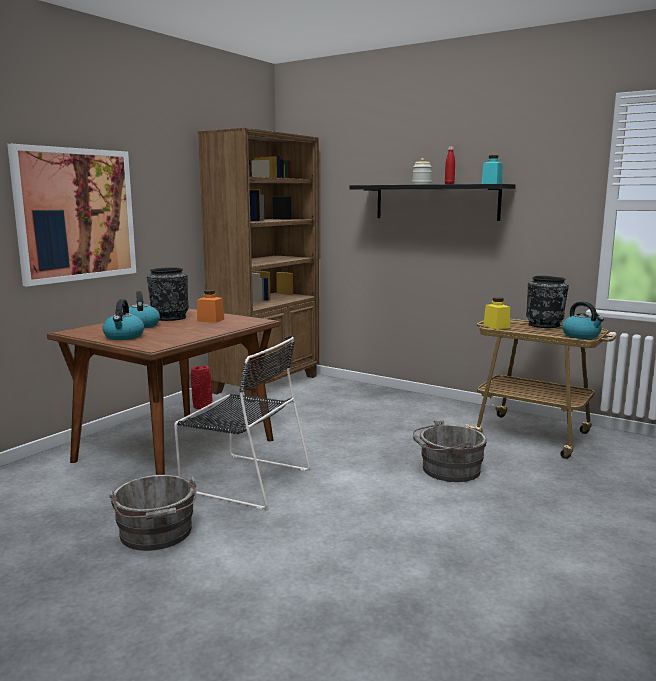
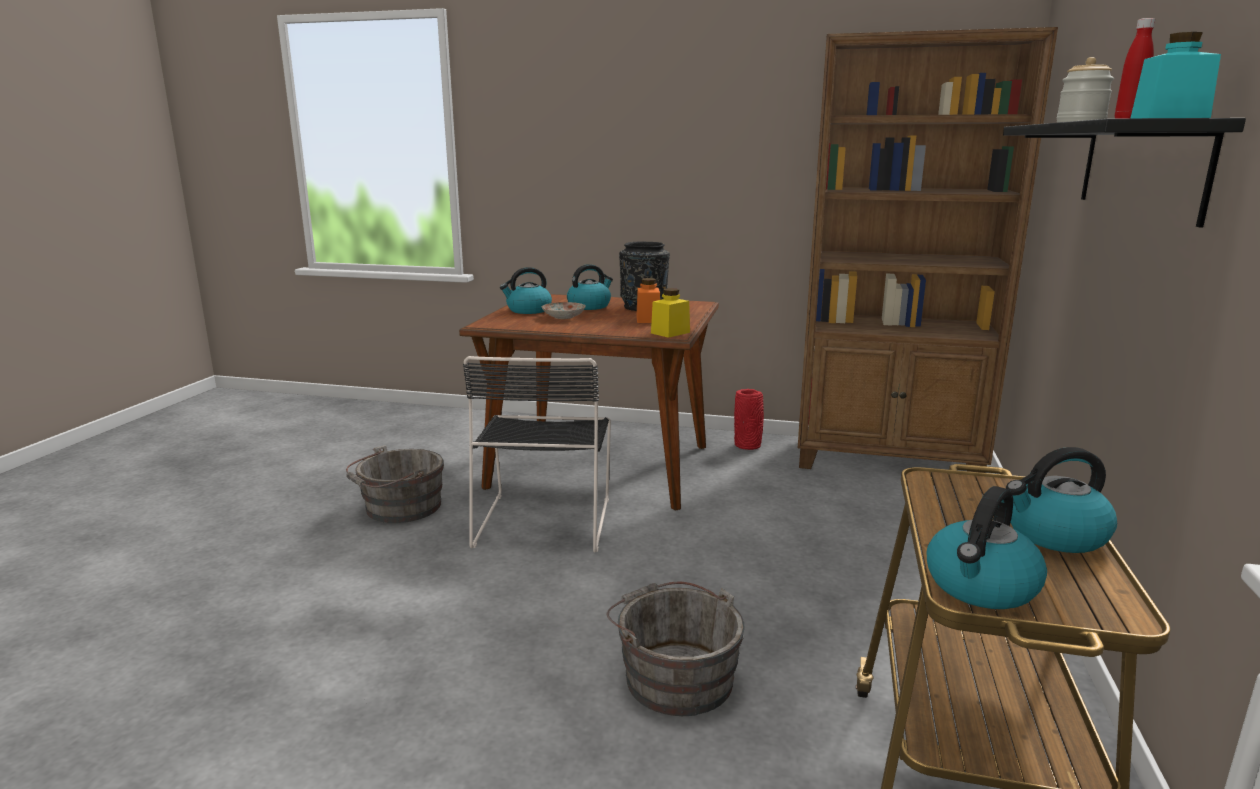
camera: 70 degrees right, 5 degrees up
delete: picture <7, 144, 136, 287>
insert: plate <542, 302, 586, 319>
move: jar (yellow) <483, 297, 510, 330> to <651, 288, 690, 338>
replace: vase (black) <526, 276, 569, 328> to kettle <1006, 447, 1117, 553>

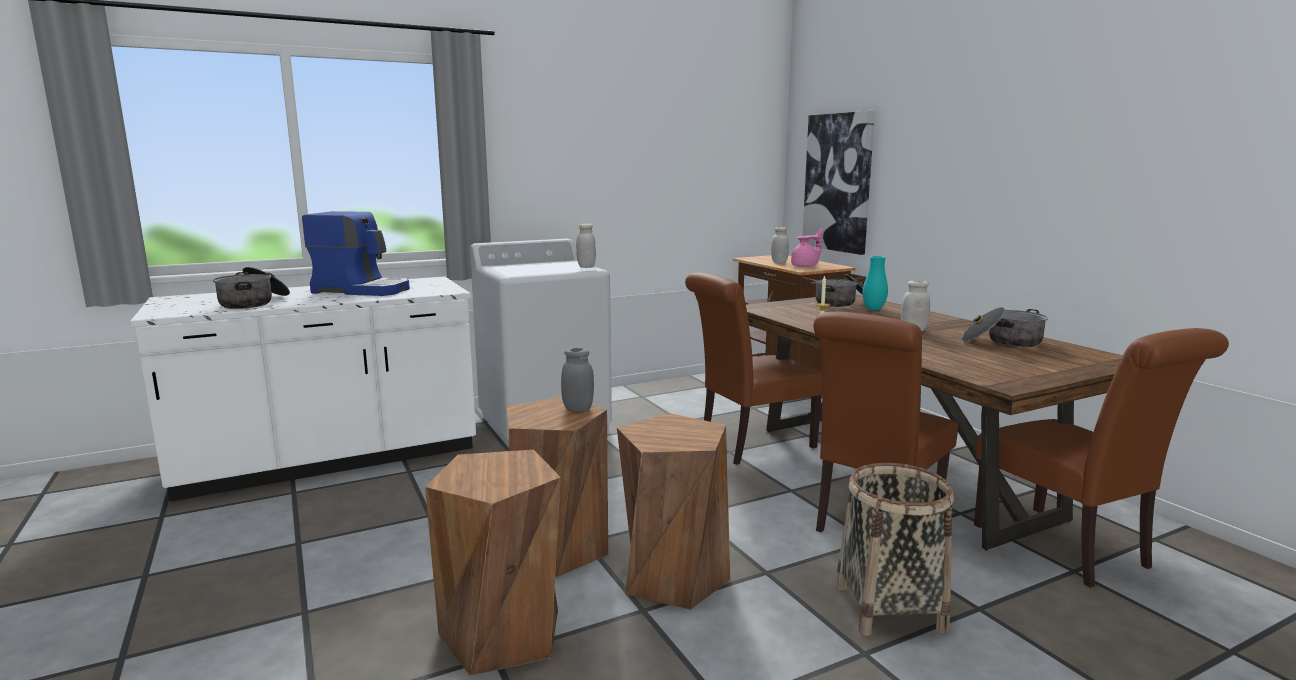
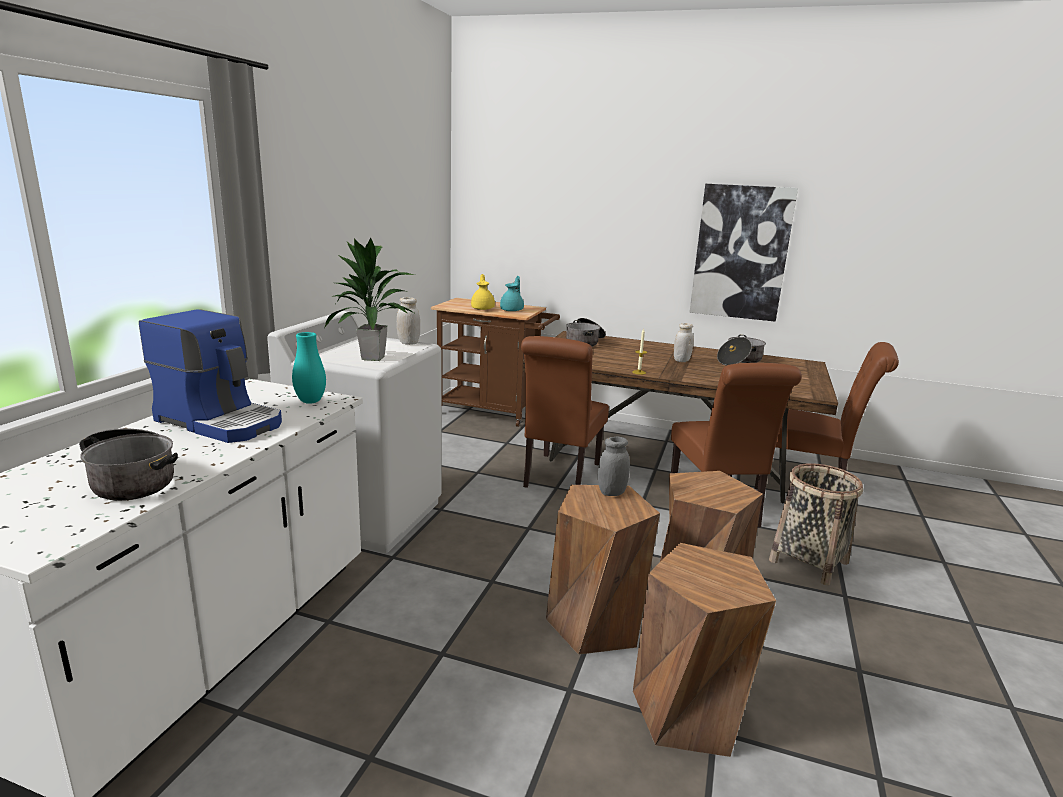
camera: 45 degrees left, 5 degrees up
insert: potted plant <324, 237, 416, 361>
move: picture <803, 111, 875, 255> to <689, 184, 798, 322>; vase (turquoise) <863, 256, 888, 310> to <292, 332, 326, 404>
replace: jar (white) <771, 227, 789, 264> to teapot (yellow) <471, 274, 495, 310>
recolor: teapot (pink) <791, 229, 823, 267> to teapot (turquoise) <500, 276, 524, 311>
rotate: coffee machine <302, 211, 410, 296> = <139, 309, 282, 443> 60 degrees clockwise

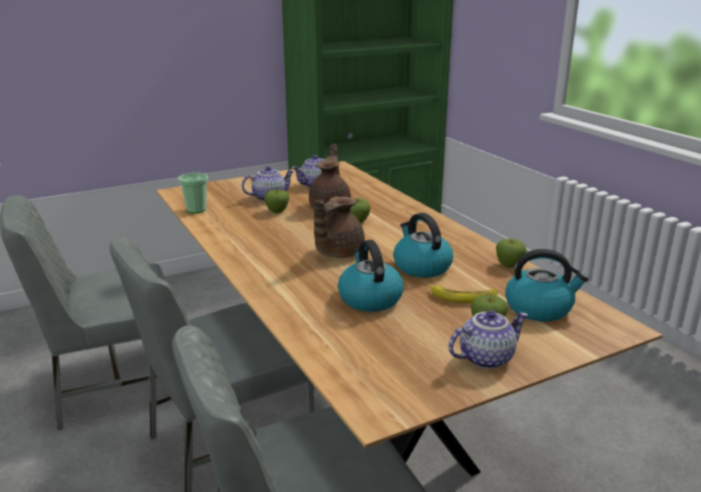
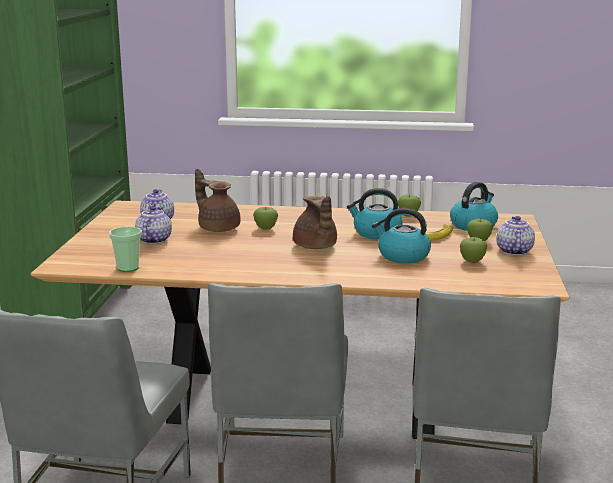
camera: 55 degrees left, 5 degrees down
move: apple <264, 190, 289, 213> to <460, 237, 487, 263>

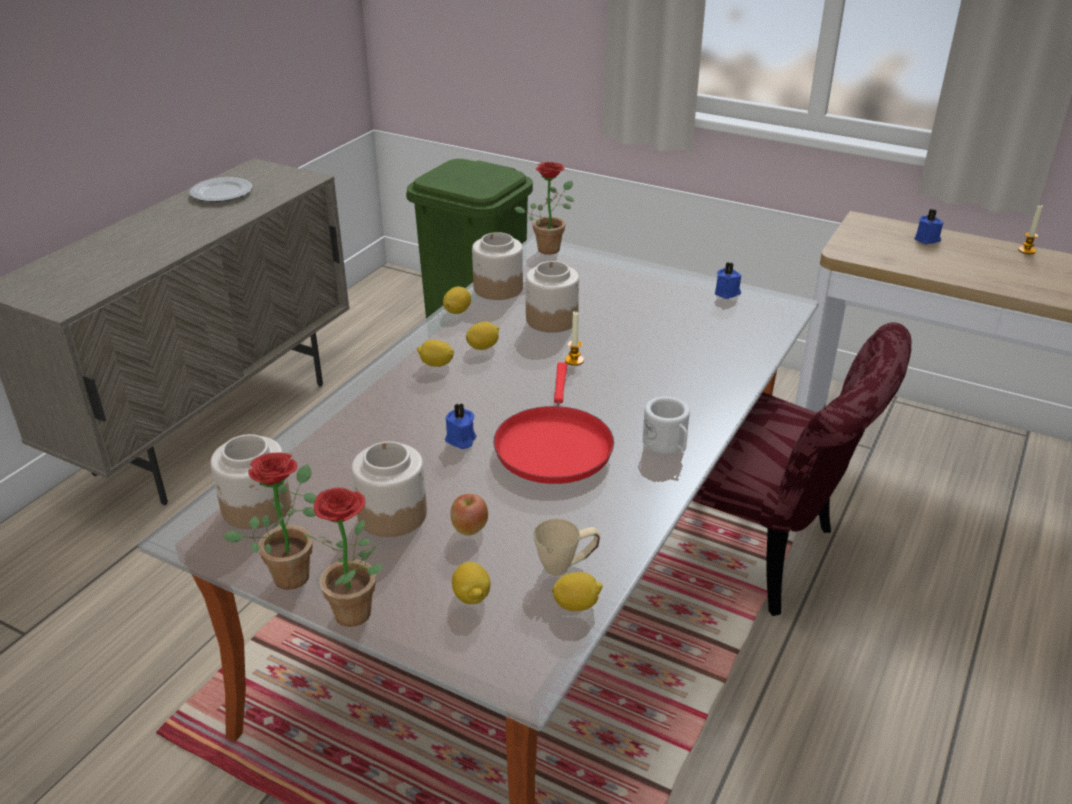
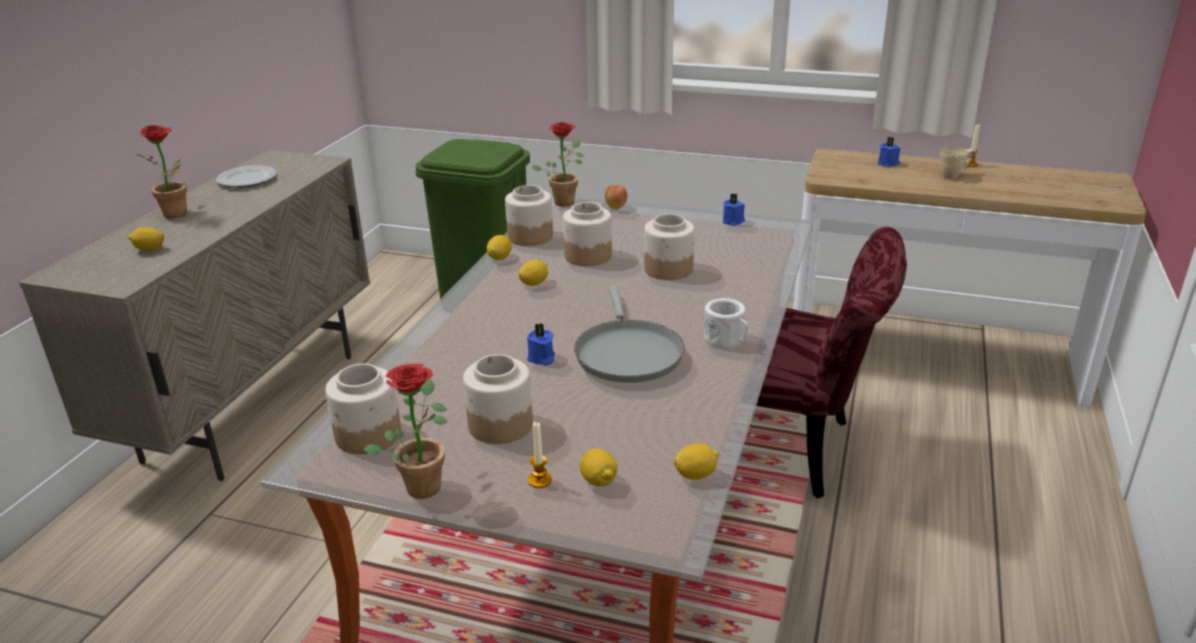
camera: 10 degrees left, 5 degrees down
insert: jar <644, 214, 695, 280>
move: candle <565, 311, 584, 366> to <528, 421, 552, 488>; lemon <417, 340, 454, 367> to <128, 227, 164, 251>; potted plant <303, 488, 383, 627> to <137, 125, 187, 218>; apple <450, 494, 488, 536> to <605, 185, 627, 210>; mug (beige) <534, 519, 601, 576> to <940, 147, 975, 179>
recolor: frying pan (red) <494, 362, 614, 484> to frying pan (grey) <574, 286, 684, 383>

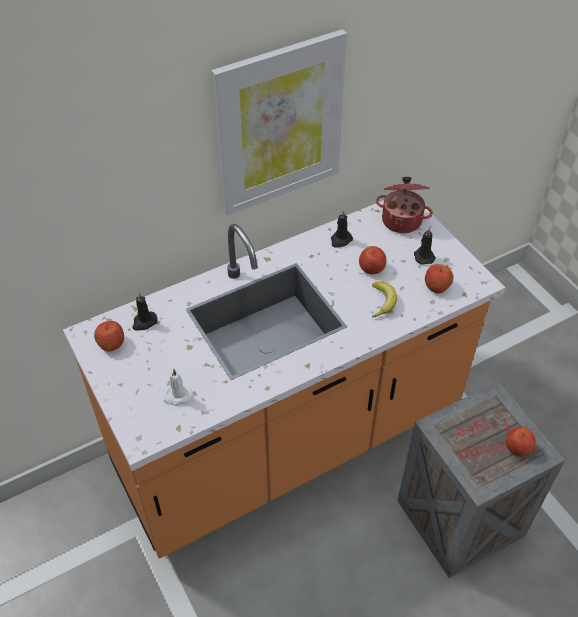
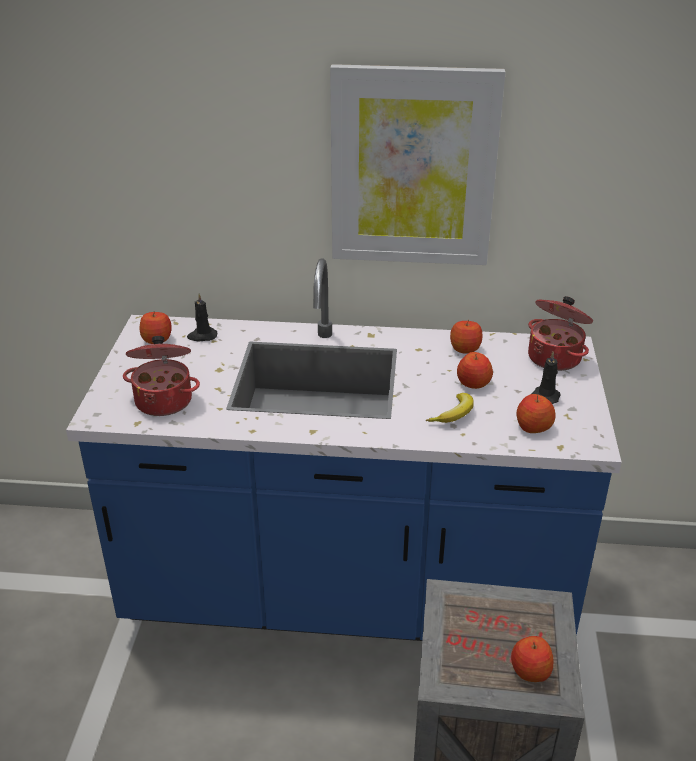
camera: 35 degrees right, 15 degrees down
replace: candle (black) <331, 210, 353, 248> to apple <450, 320, 482, 353>; candle (white) <164, 369, 192, 406> to cooking pot <123, 336, 200, 416>
recolor: counter (orange) <63, 200, 505, 559> to counter (blue) <66, 259, 622, 641>

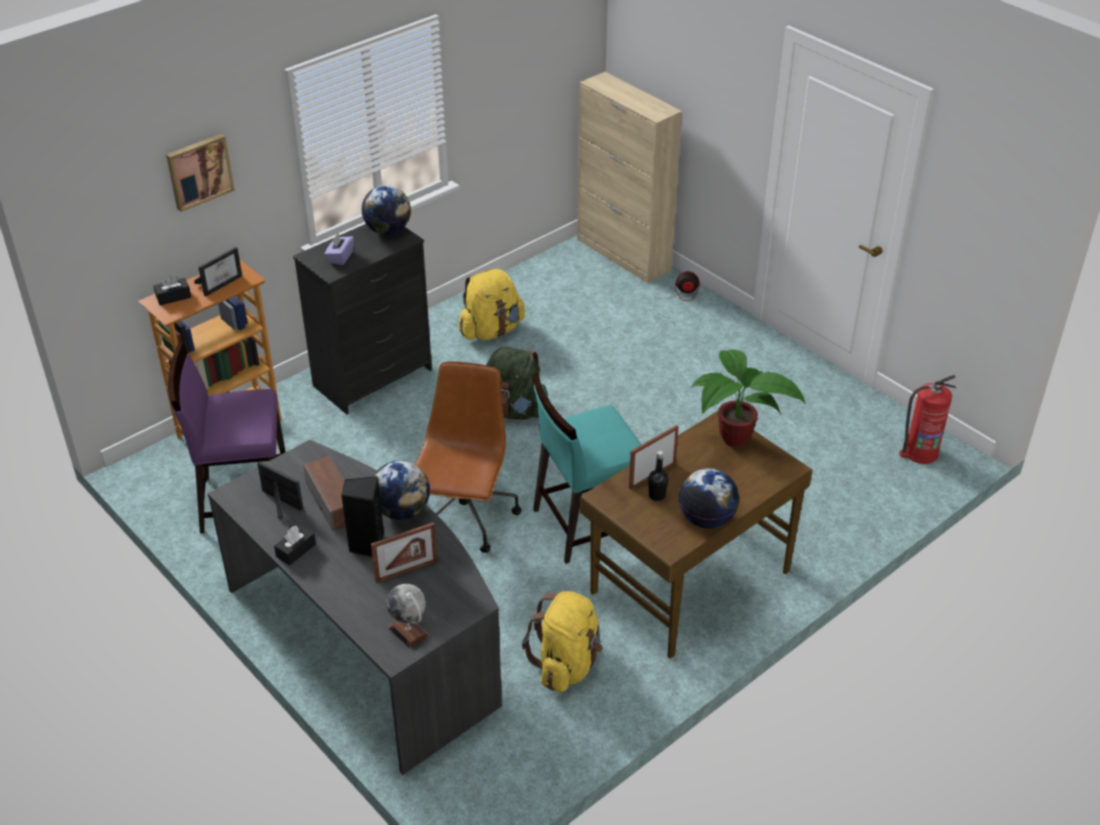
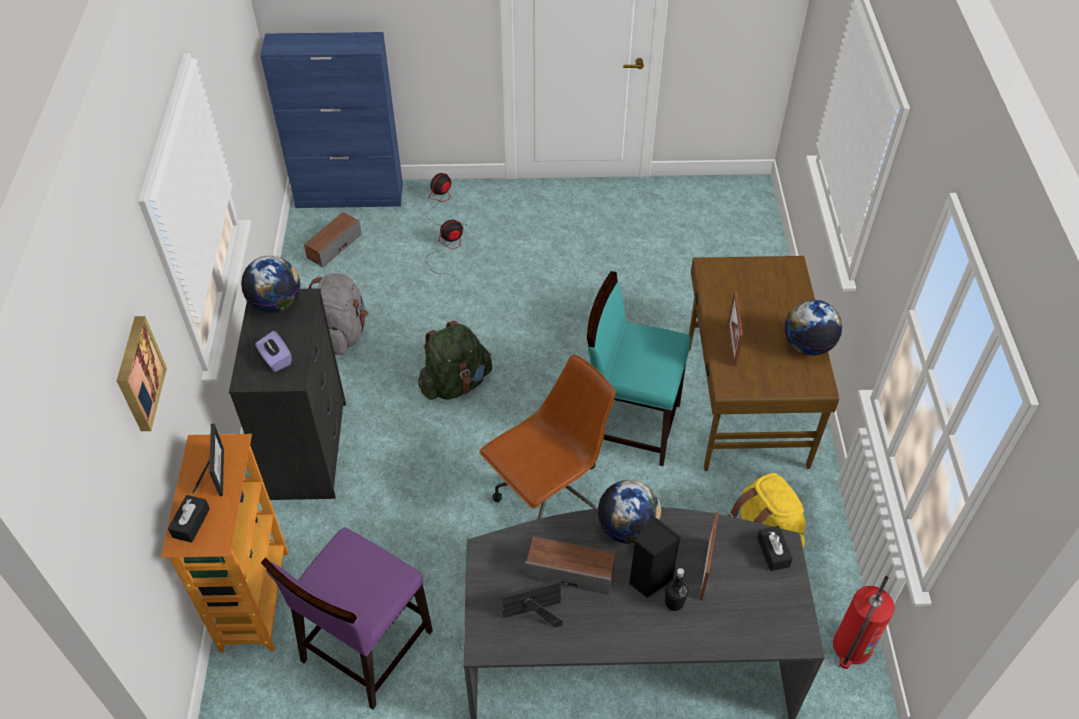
camera: 50 degrees left, 10 degrees up
delete: potted plant <691, 349, 806, 448>; globe <386, 584, 429, 649>
insert: speaker <304, 212, 362, 268>; fan <426, 220, 464, 280>
move: fire extinguisher <899, 375, 957, 464> to <833, 575, 895, 669>; bottle (black) <648, 451, 669, 501> to <665, 568, 688, 611>; tissue box (black) <274, 525, 316, 565> to <757, 526, 793, 571>
recolor: cabinet (beige) <577, 72, 682, 283> to cabinet (blue) <260, 32, 403, 208>; backpack (yellow) <458, 269, 525, 340> to backpack (grey) <308, 273, 369, 355>
rotate: office chair (brown) <415, 361, 522, 553> = <479, 355, 615, 519> 90 degrees clockwise; chair (turquoise) <532, 373, 641, 564> = <587, 271, 691, 466> 90 degrees clockwise

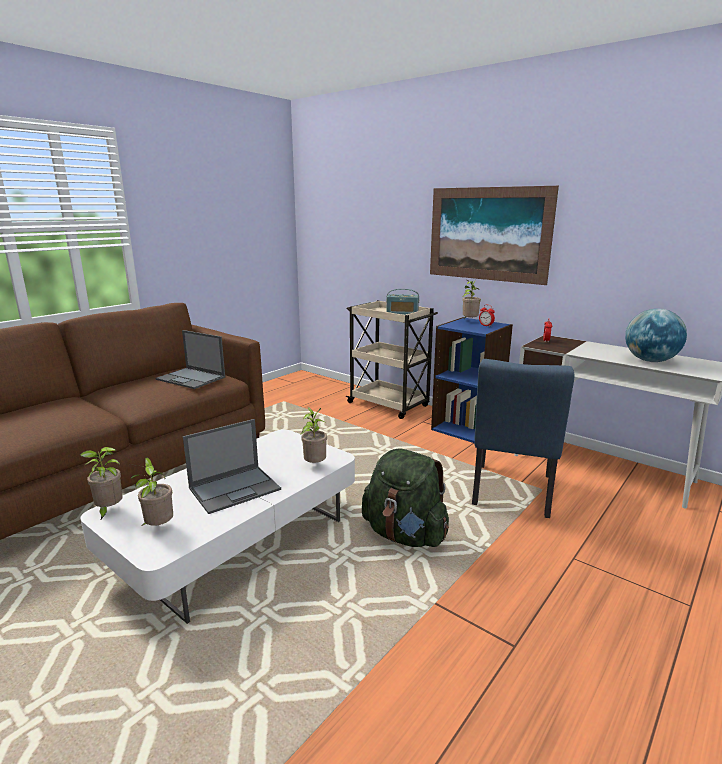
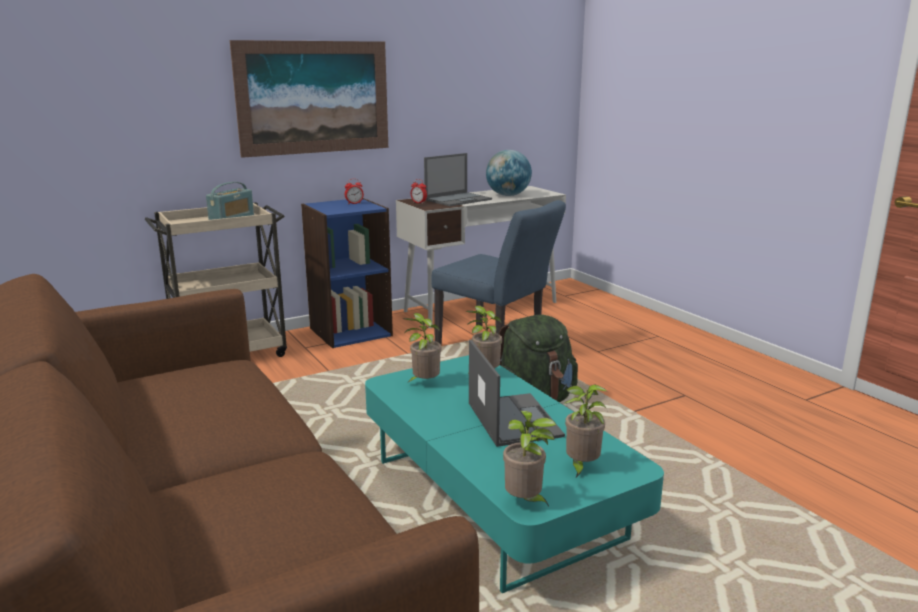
camera: 70 degrees left, 0 degrees up
move: potted plant <462, 280, 481, 319> to <403, 313, 441, 384>; laptop <155, 330, 225, 389> to <424, 153, 492, 206>
recolor: coffee table (white) <80, 429, 355, 624> to coffee table (turquoise) <365, 355, 664, 593>

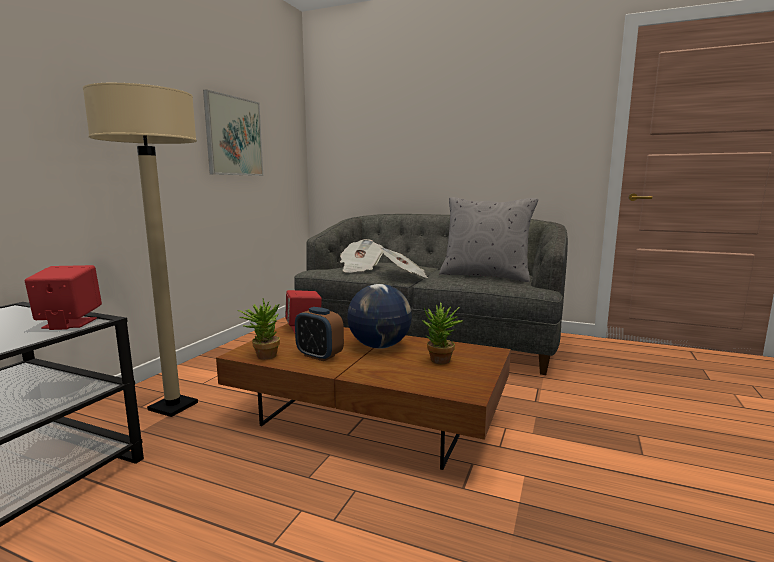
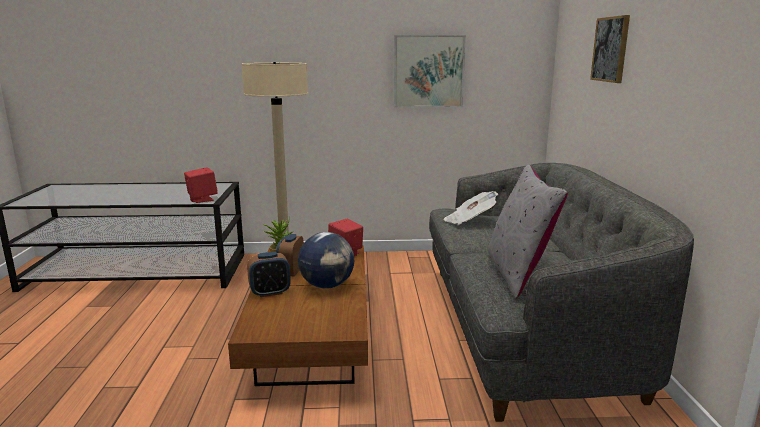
camera: 65 degrees right, 5 degrees up
delete: newspaper <380, 247, 428, 278>; potted plant <422, 303, 463, 364>
insert: picture <590, 15, 630, 83>; alarm clock <247, 252, 291, 297>

